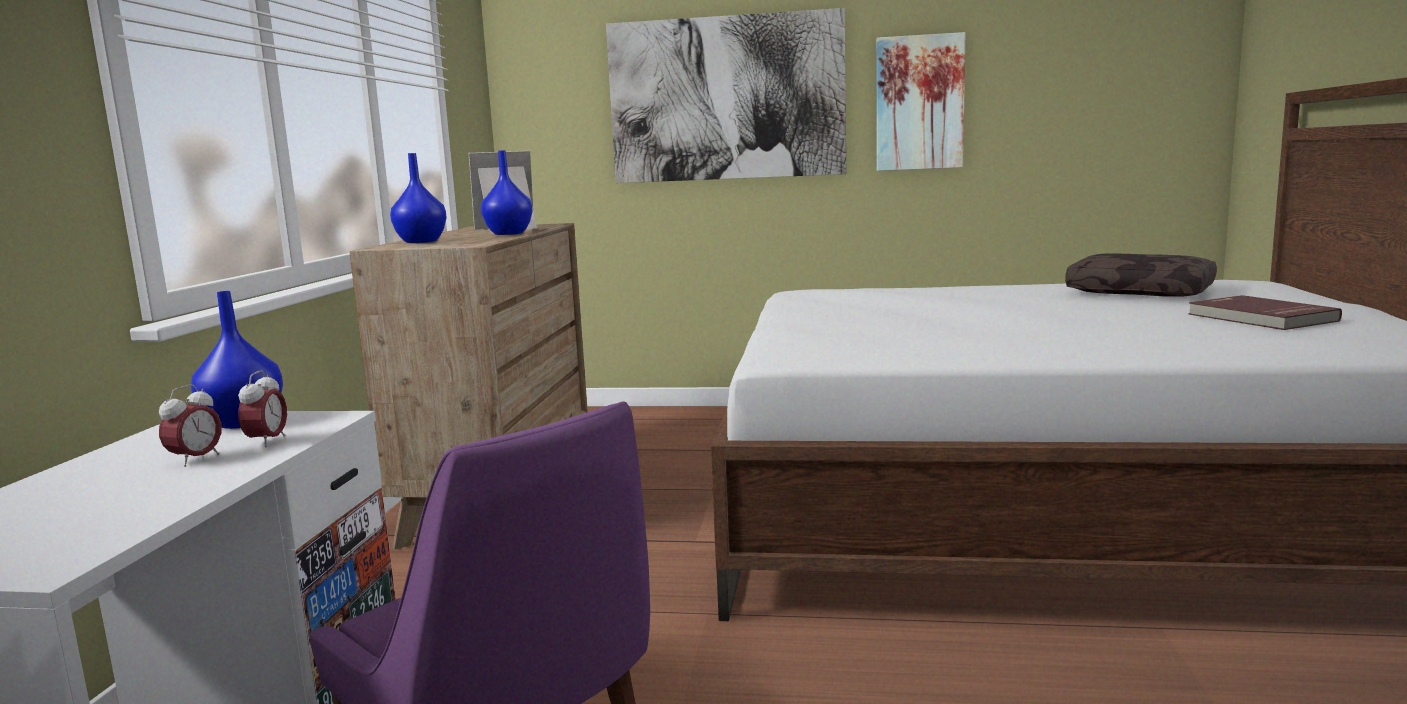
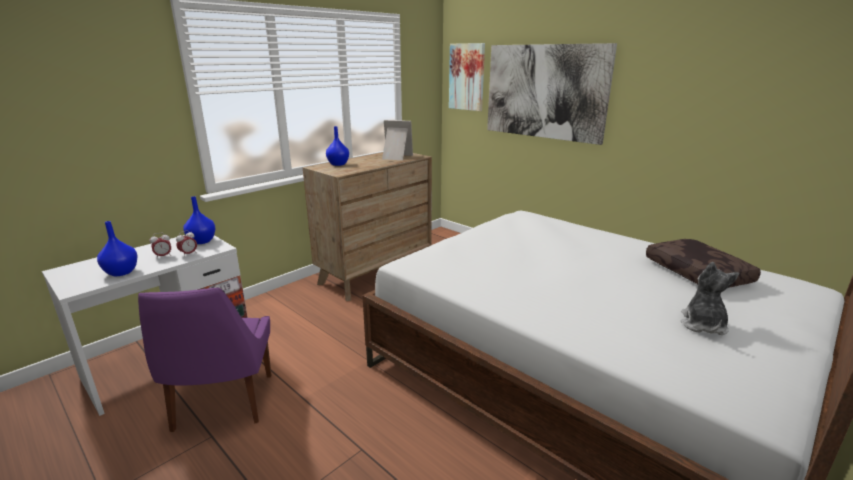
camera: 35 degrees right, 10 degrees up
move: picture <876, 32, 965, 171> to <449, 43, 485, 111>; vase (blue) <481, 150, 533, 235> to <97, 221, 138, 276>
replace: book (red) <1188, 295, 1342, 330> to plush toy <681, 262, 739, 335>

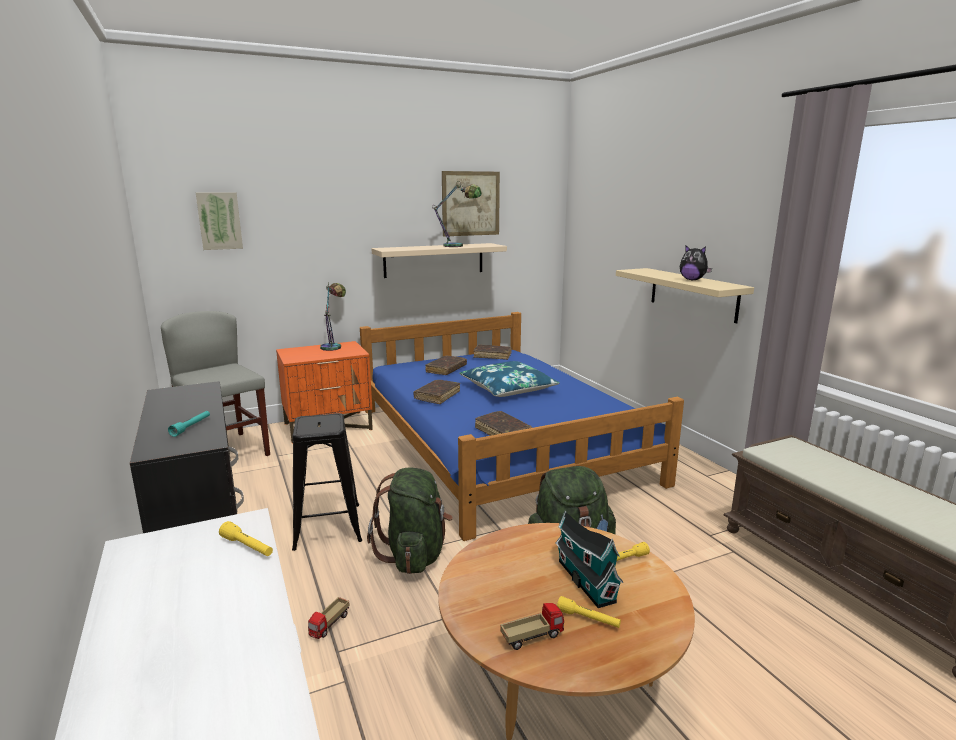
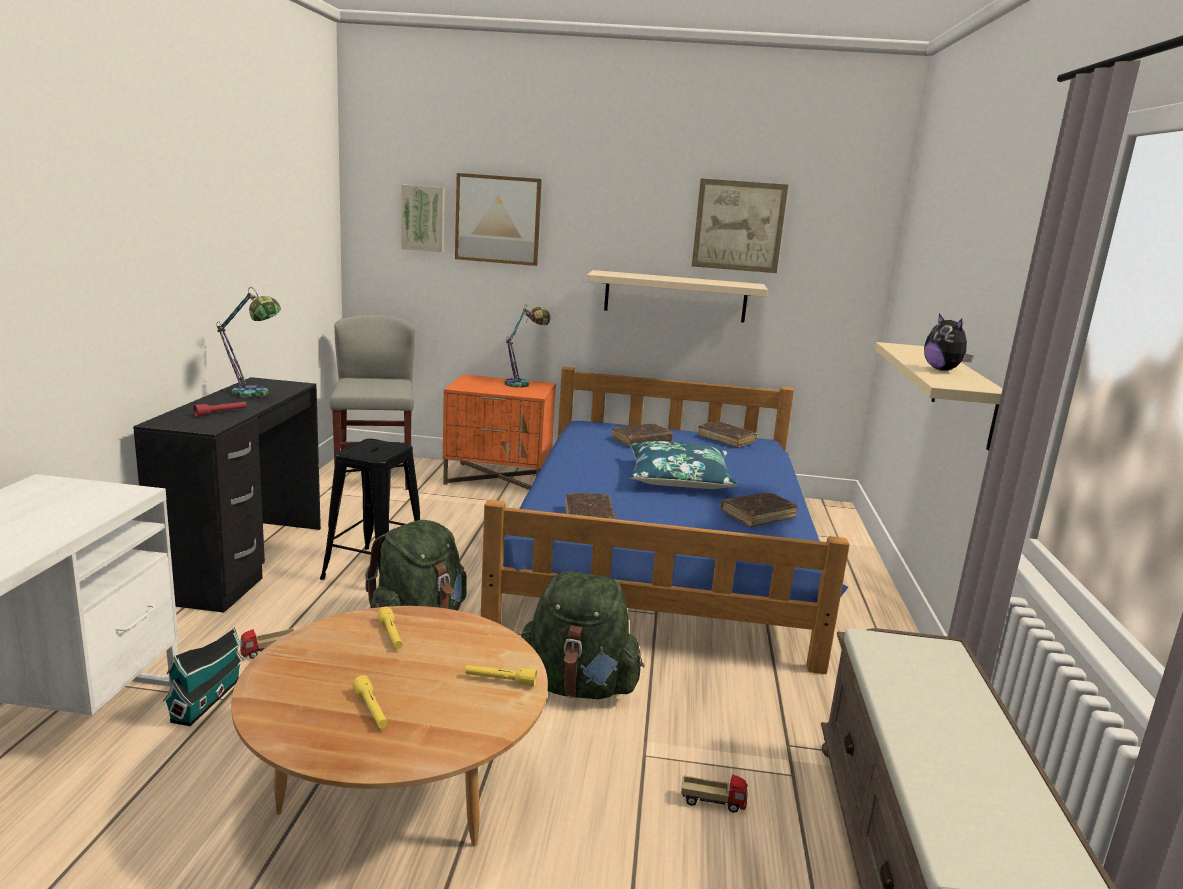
camera: 30 degrees right, 0 degrees up
insert: picture <455, 173, 542, 266>
move: table lamp <432, 181, 482, 247> to <216, 287, 281, 398>; book (brown) <413, 380, 460, 404> to <721, 492, 798, 527>; toy house <555, 511, 623, 608> to <163, 627, 243, 726>; flashlight (yellow) <219, 521, 273, 556> to <377, 607, 402, 649>; toy truck <500, 603, 564, 650> to <681, 774, 748, 813>
recolor: flashlight (turquoise) <168, 411, 210, 437> to flashlight (red) <193, 402, 247, 417>

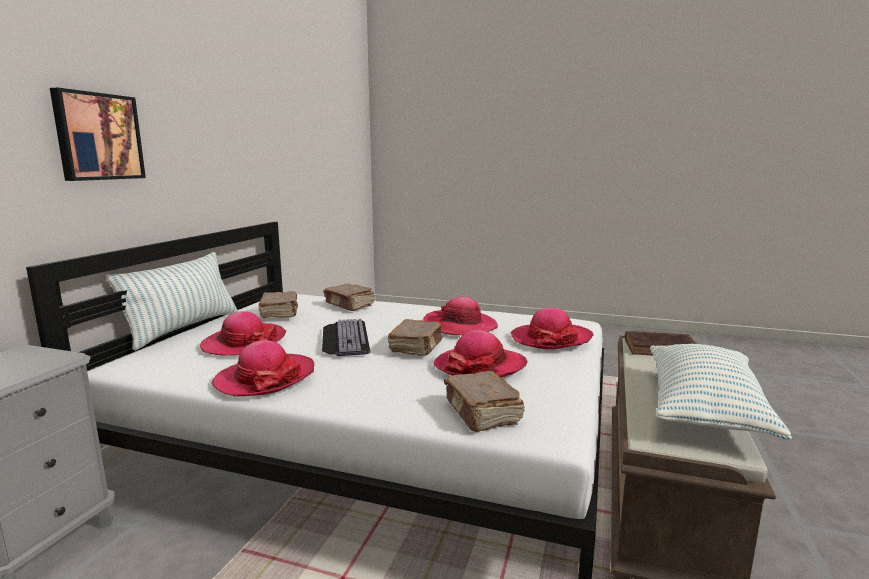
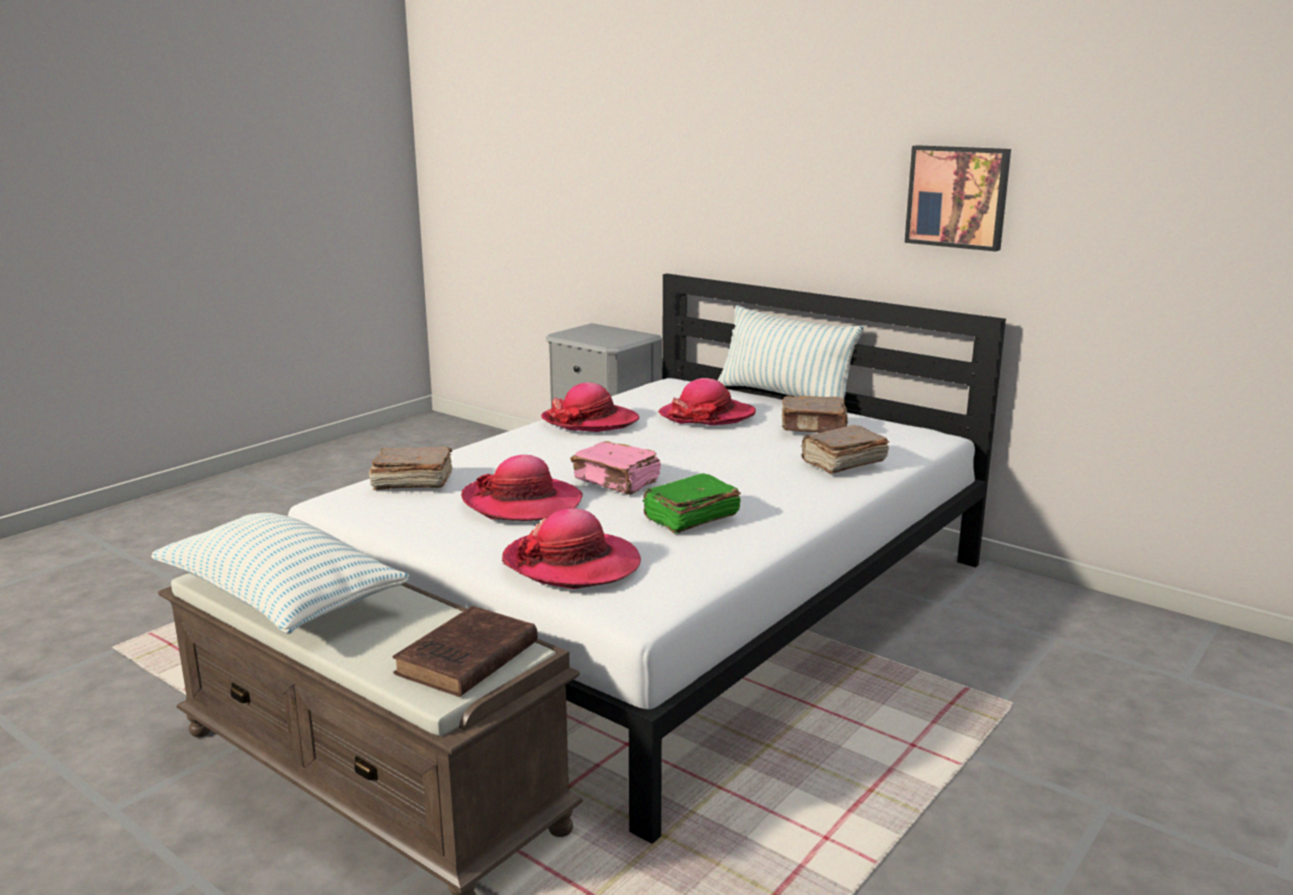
camera: 110 degrees right, 5 degrees up
delete: keyboard <322, 319, 370, 356>
move: picture <50, 88, 146, 181> to <905, 145, 1011, 251>
replace: hat <423, 297, 498, 335> to book (green) <642, 473, 741, 534>
recolor: book (brown) <388, 319, 442, 356> to book (pink) <571, 441, 661, 495>

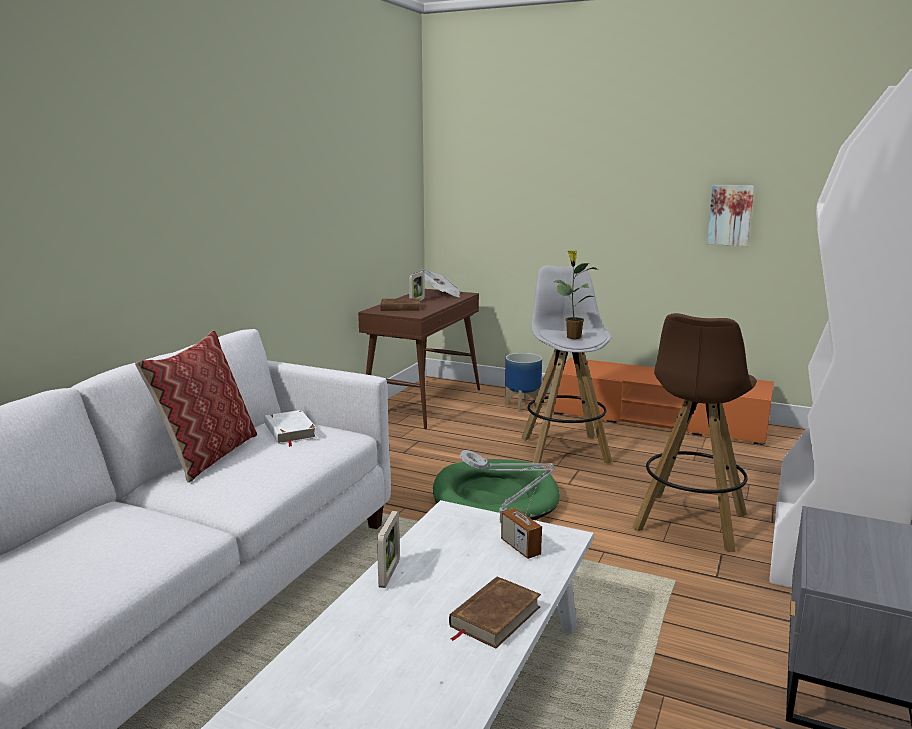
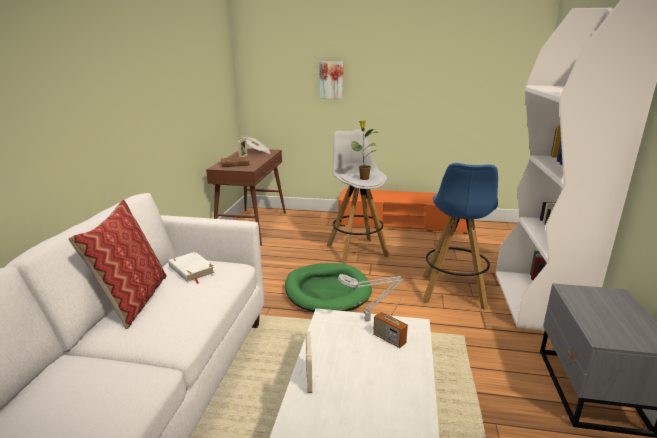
camera: 15 degrees left, 5 degrees up
delete: planter <505, 353, 542, 412>; book (brown) <449, 576, 541, 649>
move: picture <707, 185, 754, 246> to <319, 61, 344, 99>
recolor: stool (brown) <632, 313, 757, 552> to stool (blue) <422, 163, 498, 310>

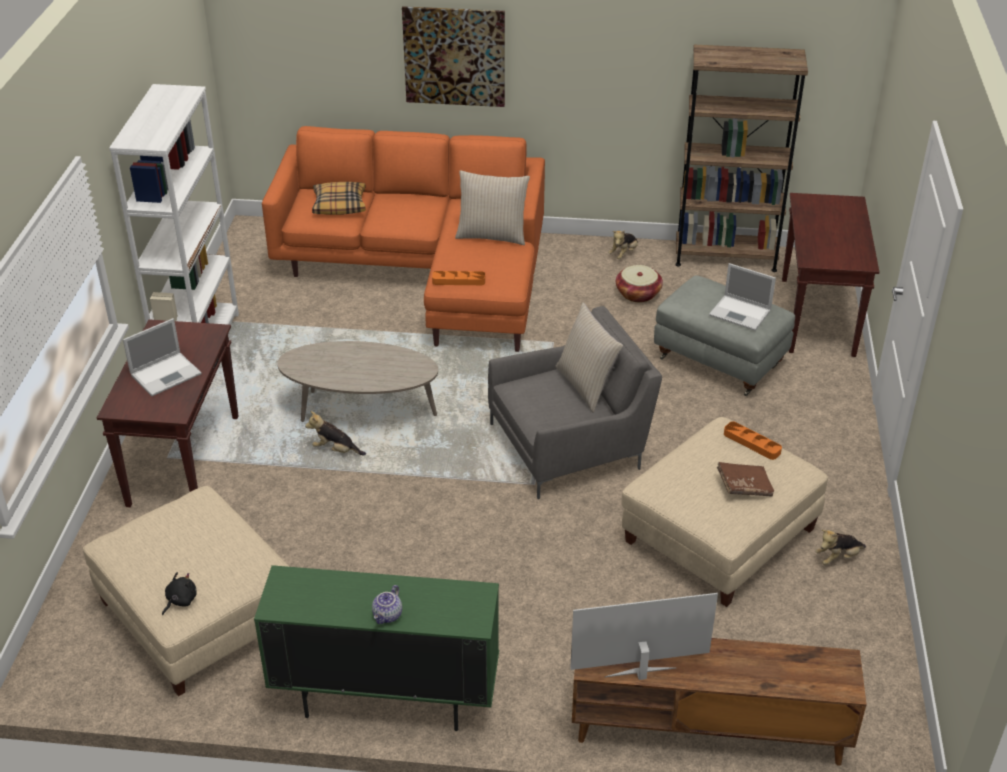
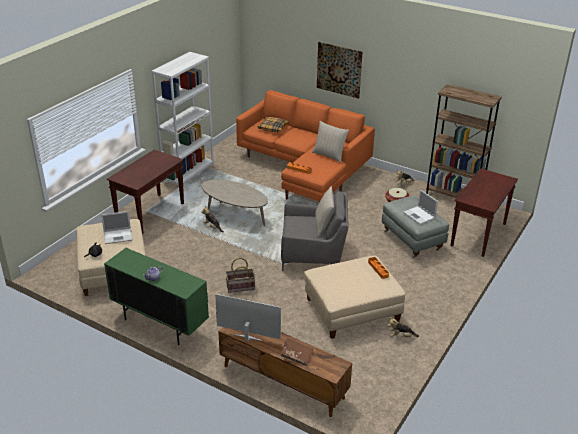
camera: 25 degrees right, 5 degrees down
insert: basket <226, 258, 255, 293>
move: laptop <123, 318, 202, 396> to <101, 211, 132, 244>; book (brown) <717, 462, 774, 496> to <281, 338, 313, 366>

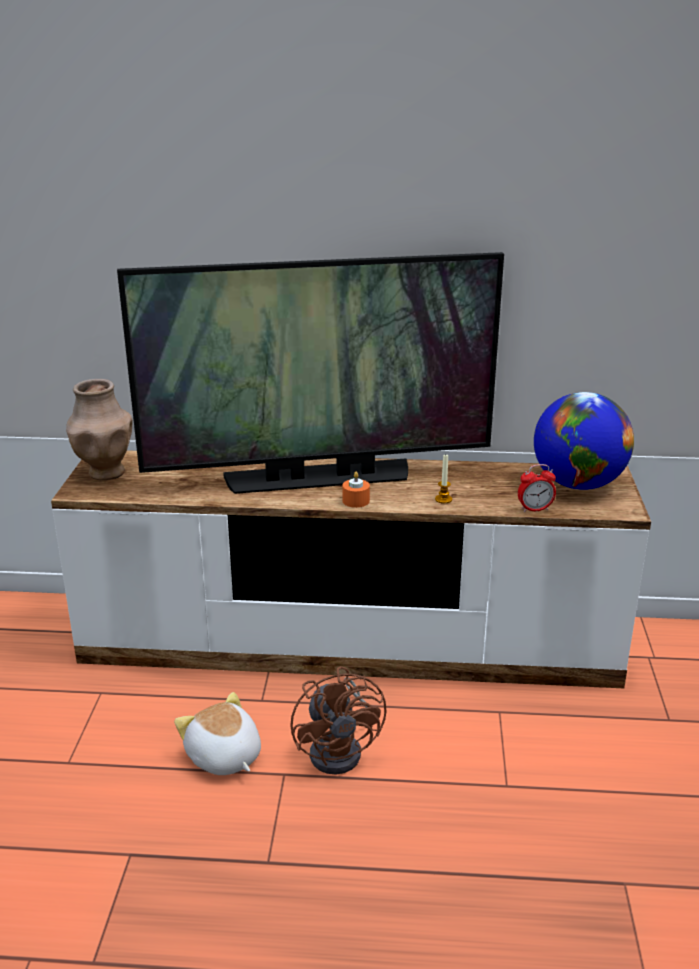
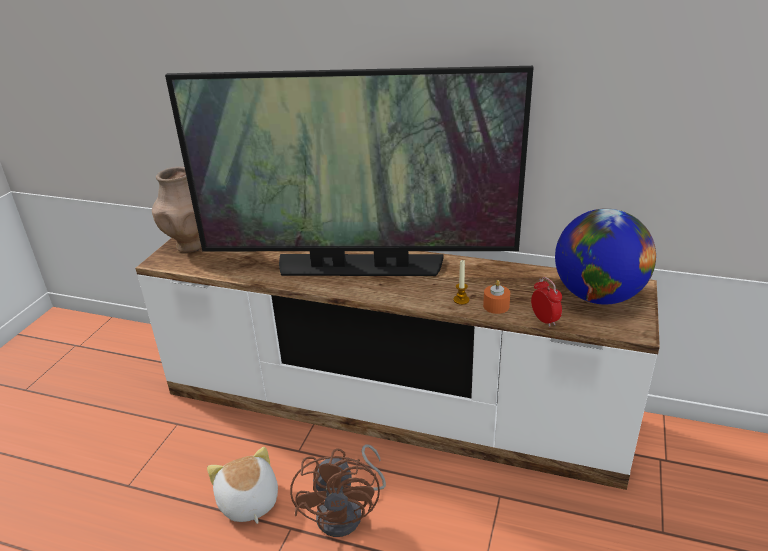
camera: 15 degrees right, 5 degrees up
move: candle (orange) <342, 472, 370, 508> to <483, 280, 510, 314>
rotate: alarm clock <518, 464, 556, 512> = <531, 277, 562, 328> 120 degrees counterclockwise

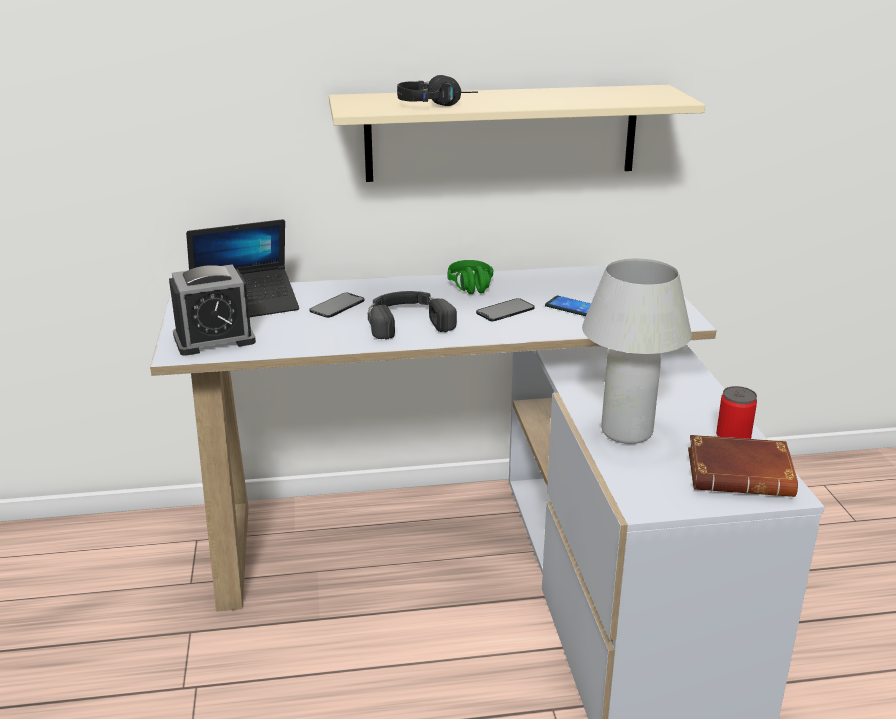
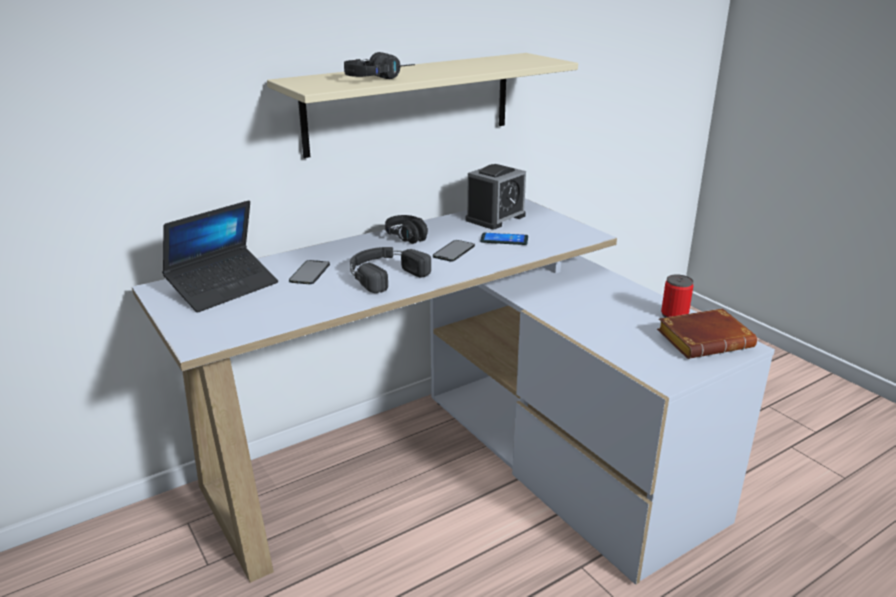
camera: 25 degrees left, 0 degrees up
delete: table lamp (white) <582, 258, 692, 444>
move: alarm clock <169, 264, 256, 356> to <465, 164, 526, 229>
recolor: headphones (green) <448, 260, 493, 294> to headphones (black) <385, 215, 428, 244>

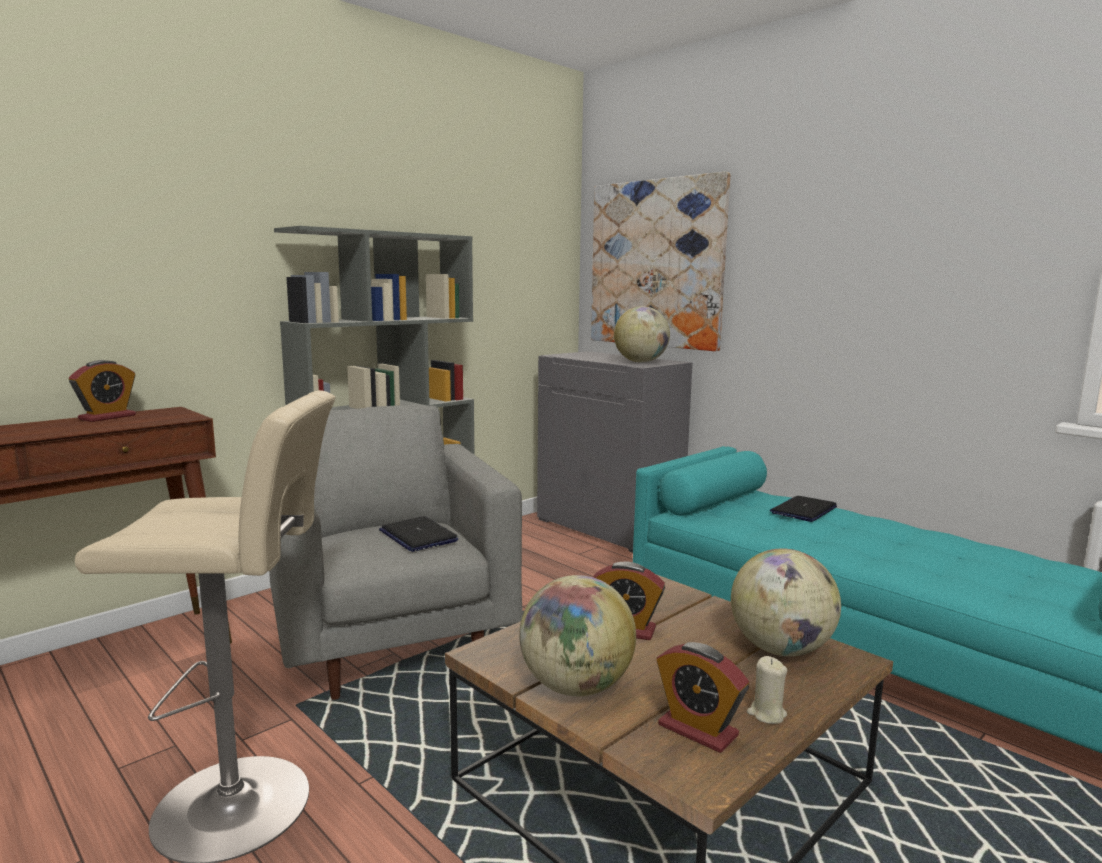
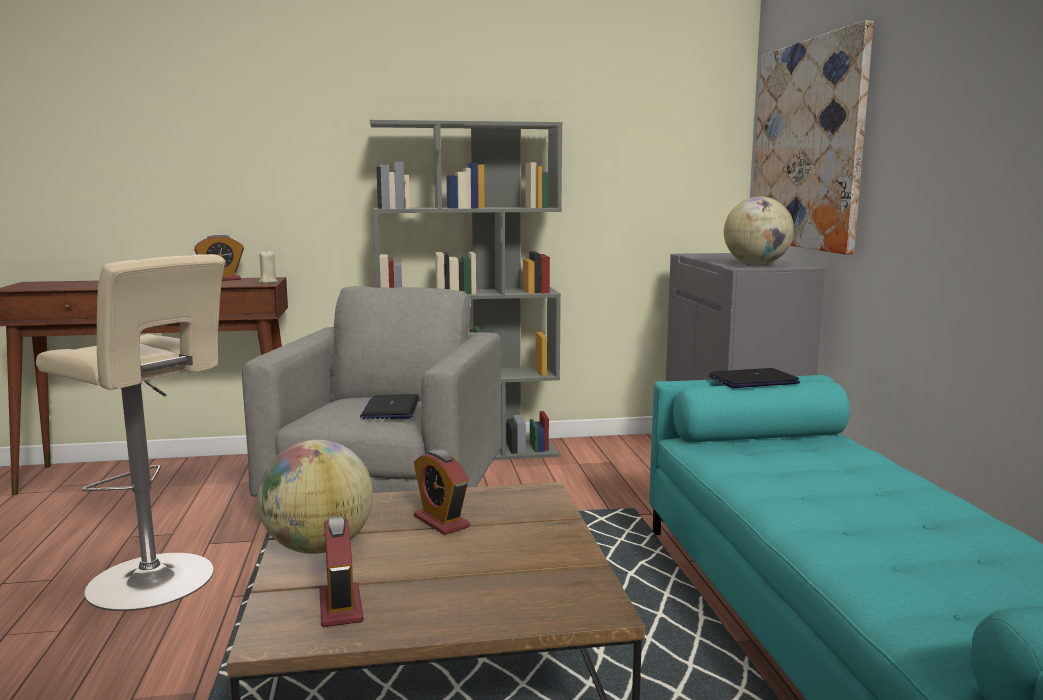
camera: 35 degrees right, 0 degrees up
delete: globe <731, 548, 841, 656>
move: laptop <770, 496, 837, 522> to <709, 368, 800, 388>; candle (beige) <747, 656, 787, 724> to <259, 250, 278, 283>

